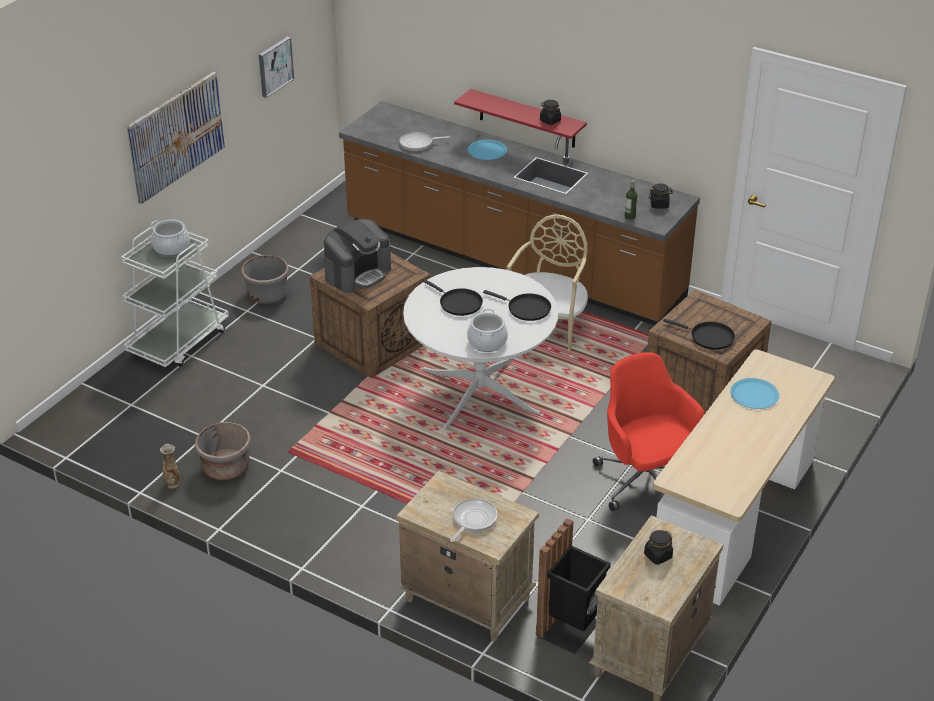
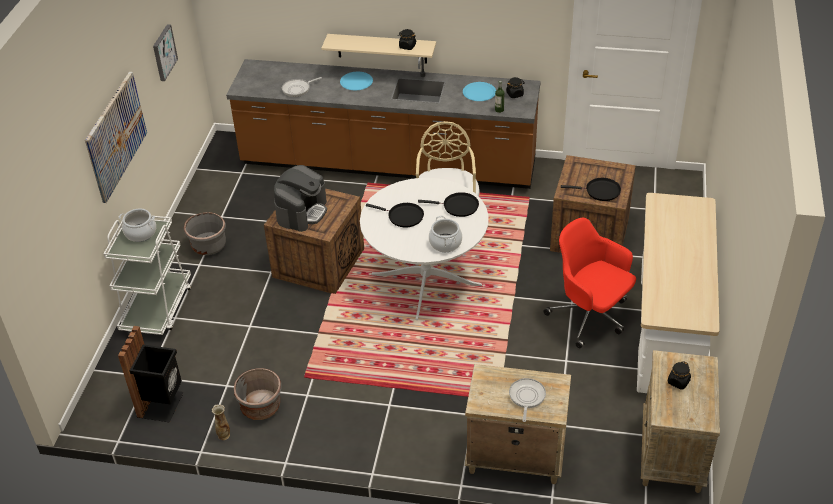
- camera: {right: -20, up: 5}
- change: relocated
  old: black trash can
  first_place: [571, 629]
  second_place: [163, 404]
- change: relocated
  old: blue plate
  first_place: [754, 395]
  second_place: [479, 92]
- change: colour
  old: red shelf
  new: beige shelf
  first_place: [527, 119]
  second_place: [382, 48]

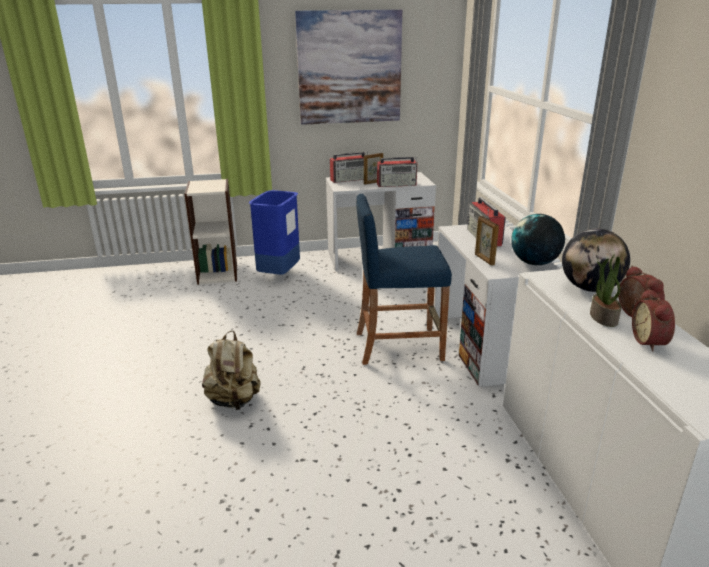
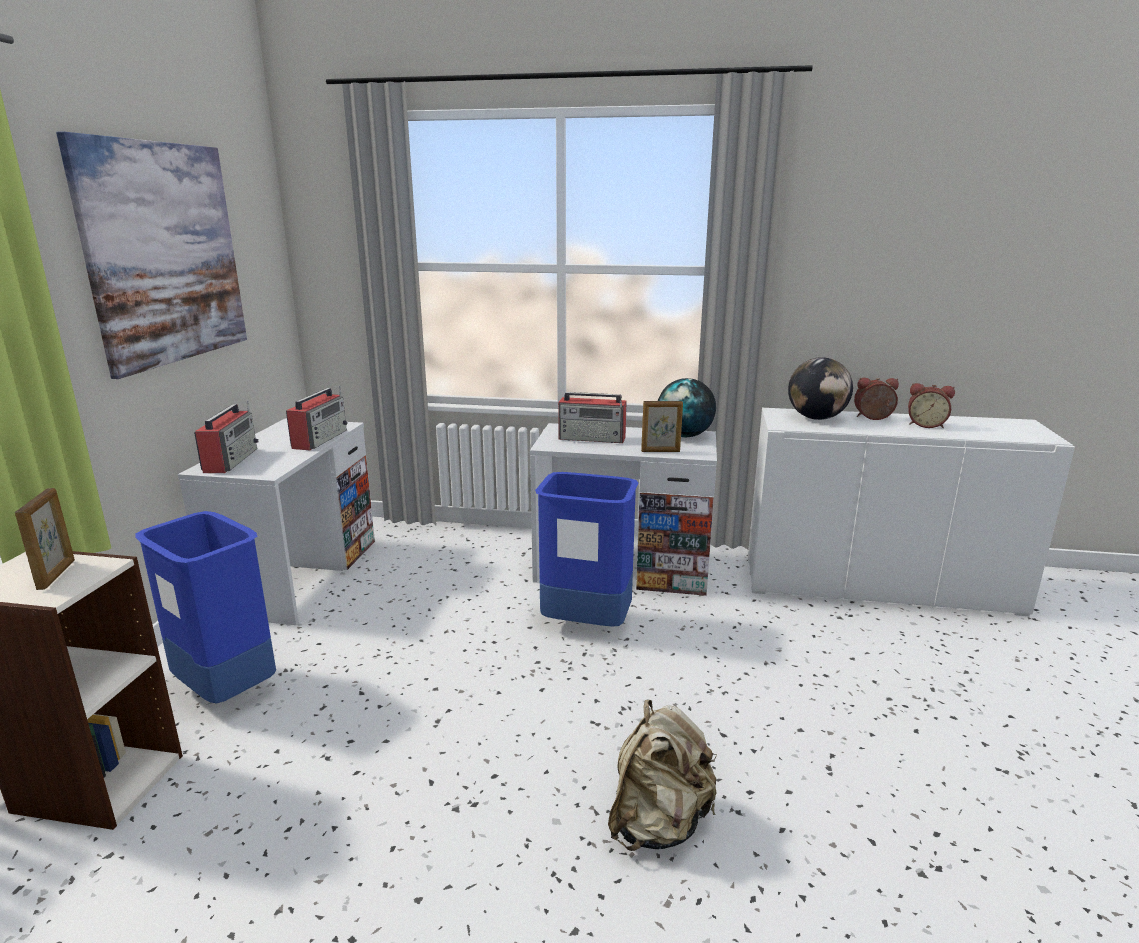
- camera: {right: -70, up: -5}
- change: missing
  old: potted plant
  first_place: [602, 317]
- change: relocated
  old: picture frame
  first_place: [373, 182]
  second_place: [57, 574]
- change: exchanged
  old: blue stool
  new: blue trash can
  first_place: [398, 346]
  second_place: [585, 625]

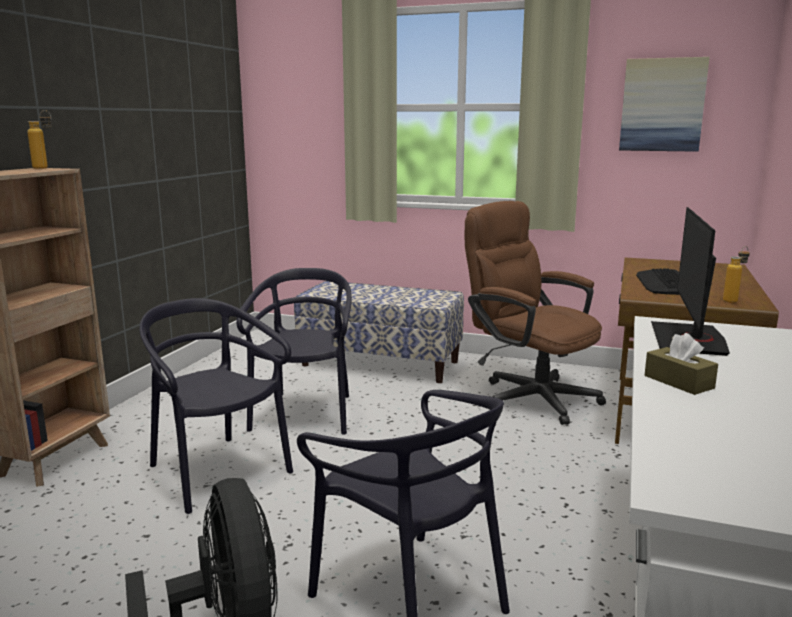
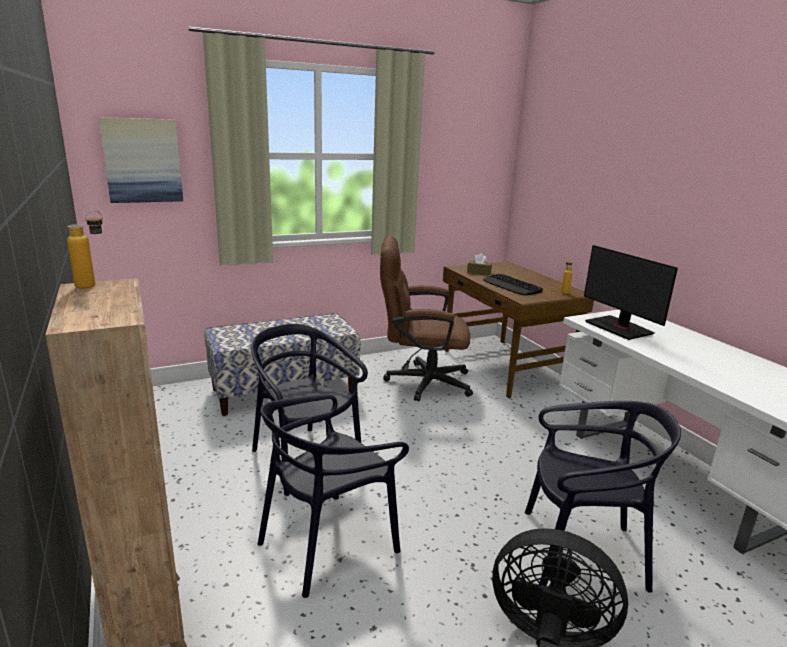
- camera: {right: -45, up: 5}
- change: relocated
  old: picture
  first_place: [662, 105]
  second_place: [142, 160]
- change: relocated
  old: brown tissue box
  first_place: [678, 382]
  second_place: [479, 272]
- change: spun
  old: black chair
  first_place: [217, 472]
  second_place: [327, 543]
  degrees: -45

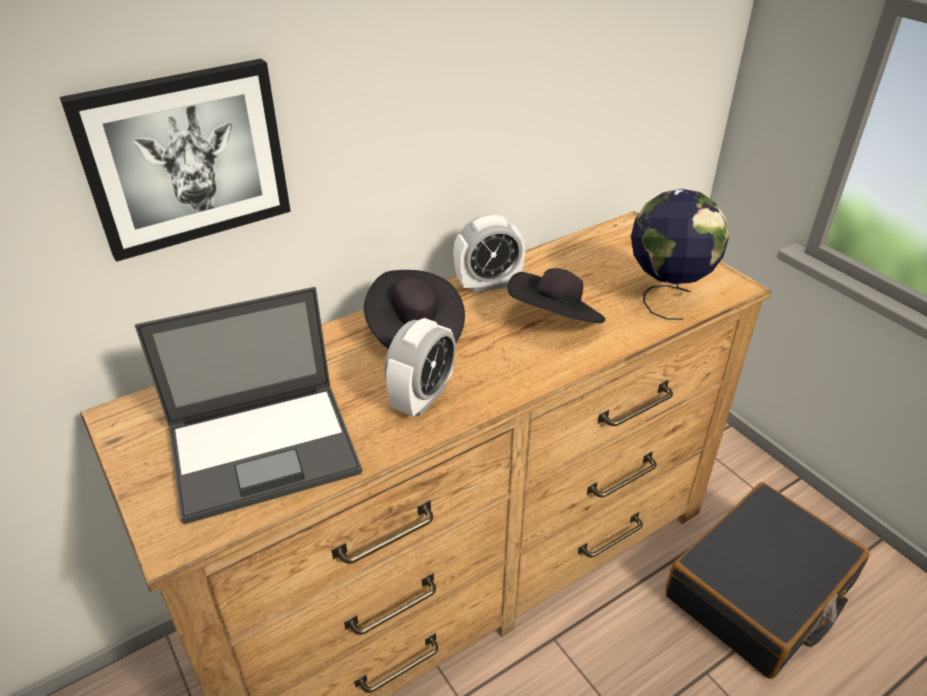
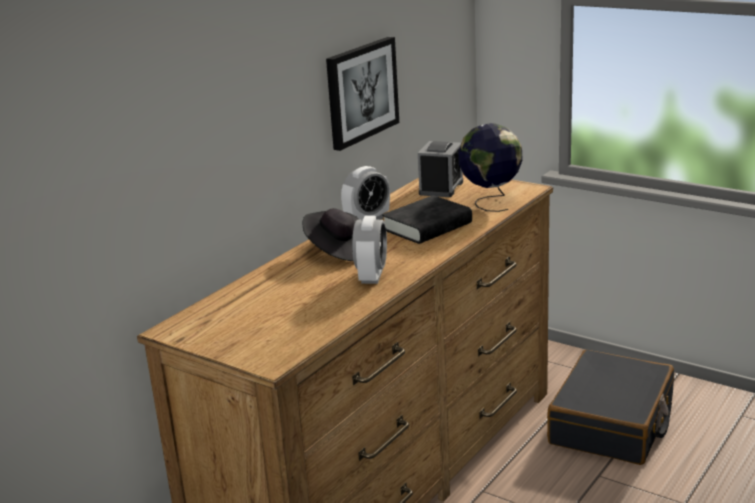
- camera: {right: -20, up: -15}
- change: missing
  old: laptop
  first_place: [265, 448]
- change: appeared
  new: alarm clock
  second_place: [441, 188]
- change: relocated
  old: picture
  first_place: [185, 158]
  second_place: [361, 92]
- change: exchanged
  old: black hat
  new: black book
  first_place: [555, 321]
  second_place: [427, 227]

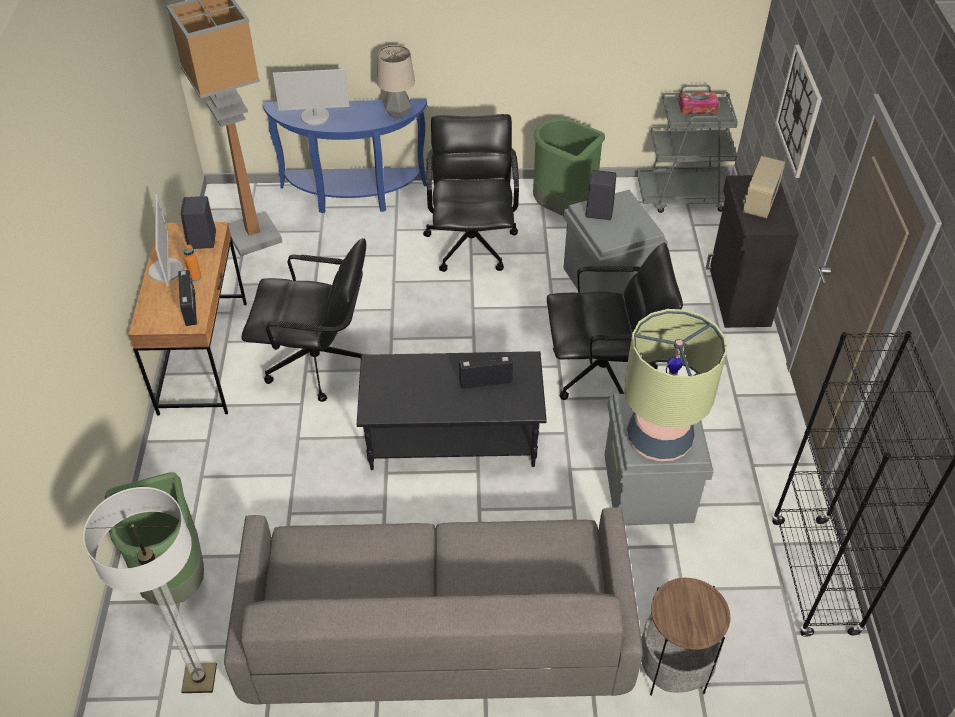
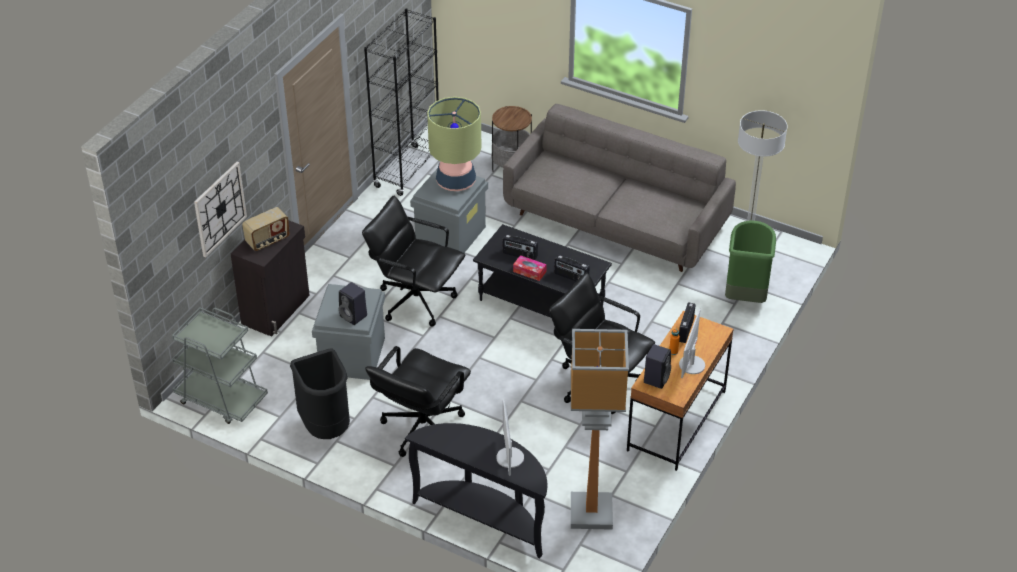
- camera: {right: -150, up: -5}
- change: missing
  old: table lamp
  first_place: [398, 114]
- change: appeared
  new: radio
  second_place: [571, 277]
- change: relocated
  old: tissue box
  first_place: [697, 108]
  second_place: [529, 271]
- change: colour
  old: blue console table
  new: black console table
  first_place: [353, 197]
  second_place: [485, 517]
- change: colour
  old: green trash can
  new: black trash can
  first_place: [562, 210]
  second_place: [326, 427]
- change: spun
  old: monitor
  first_place: [315, 117]
  second_place: [509, 458]
  degrees: -120

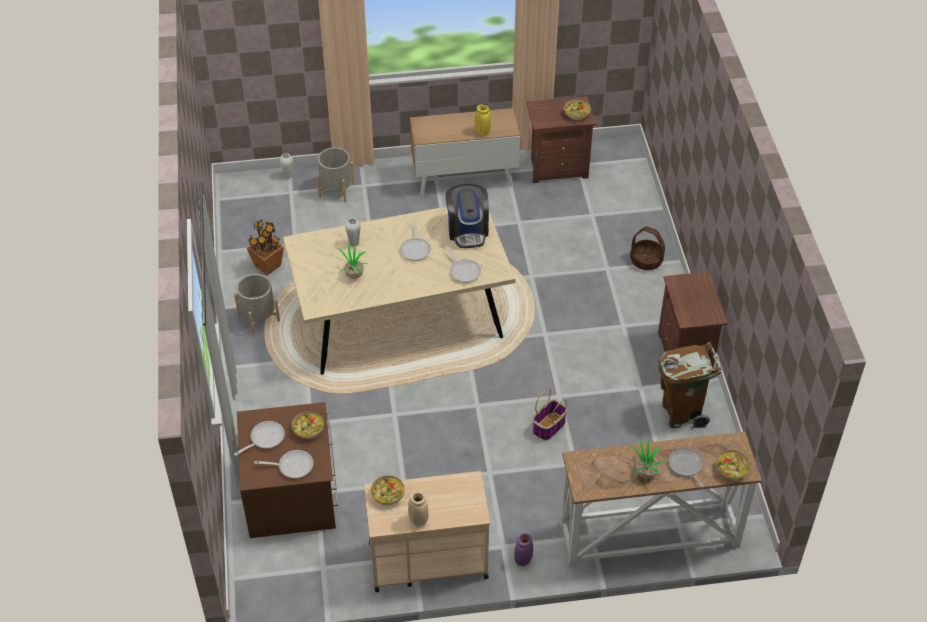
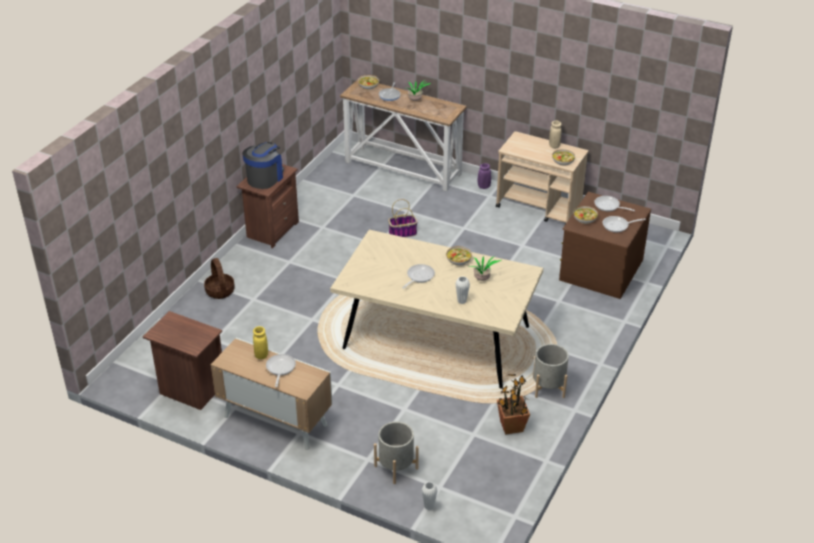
- camera: {right: -145, up: -10}
- change: missing
  old: brown trash can
  first_place: [681, 413]
- change: relocated
  old: coffee machine
  first_place: [467, 230]
  second_place: [265, 178]
- change: relocated
  old: frying pan
  first_place: [463, 271]
  second_place: [280, 369]
- change: relocated
  old: bowl
  first_place: [577, 114]
  second_place: [458, 260]

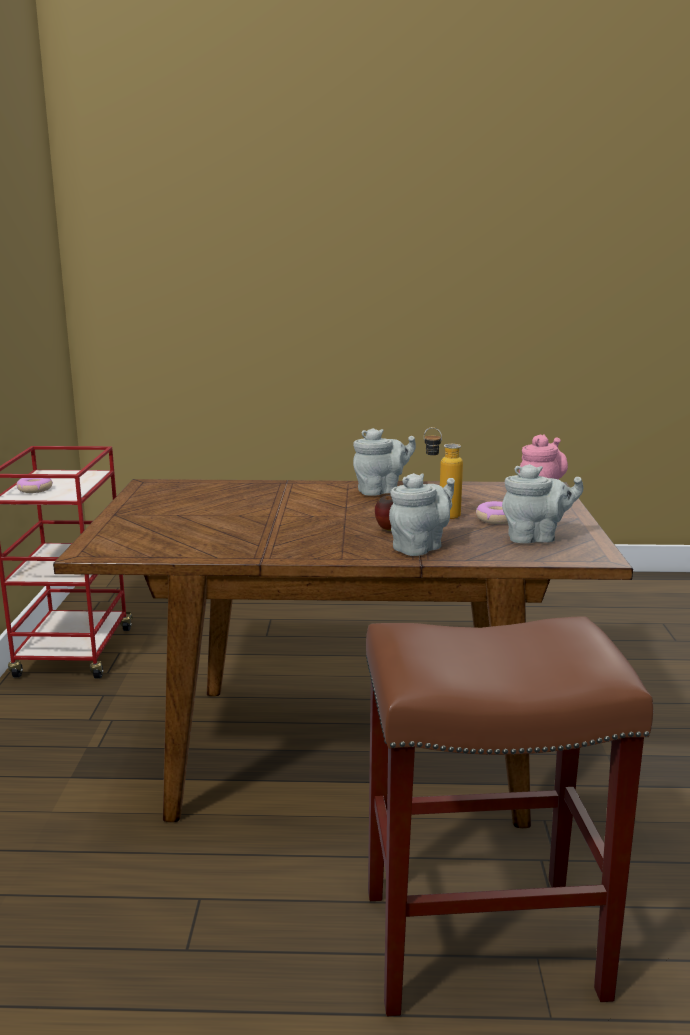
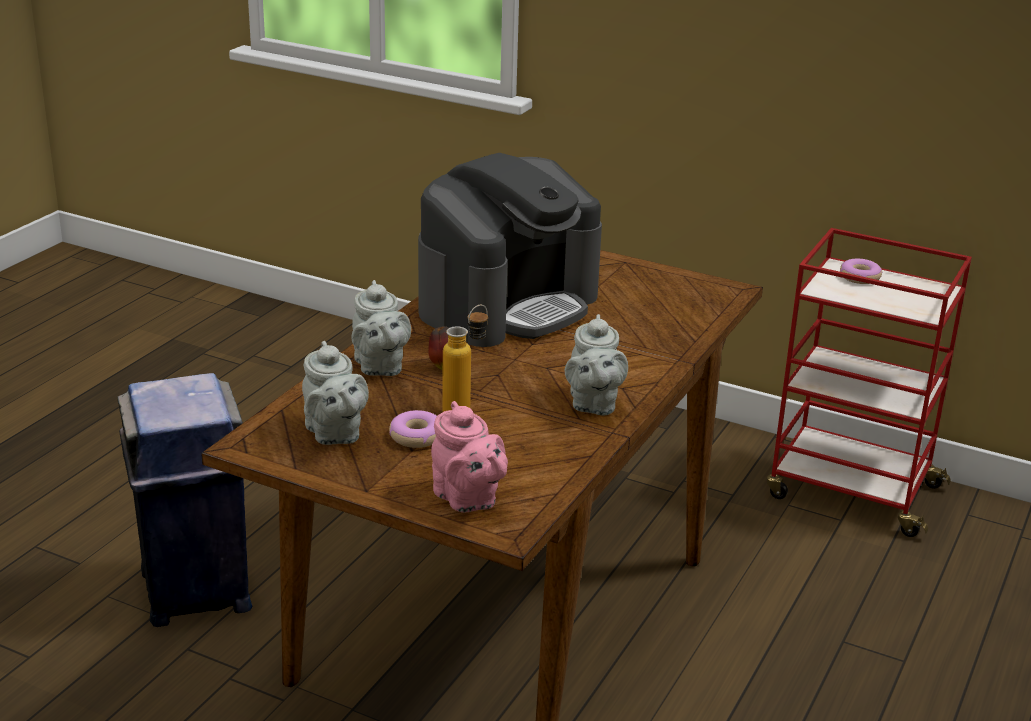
- camera: {right: 115, up: 10}
- change: appeared
  new: coffee machine
  second_place: [508, 304]
- change: exchanged
  old: brown stool
  new: blue trash can
  first_place: [478, 944]
  second_place: [196, 592]
- change: spun
  old: grey teapot
  first_place: [535, 538]
  second_place: [334, 434]
  degrees: -45

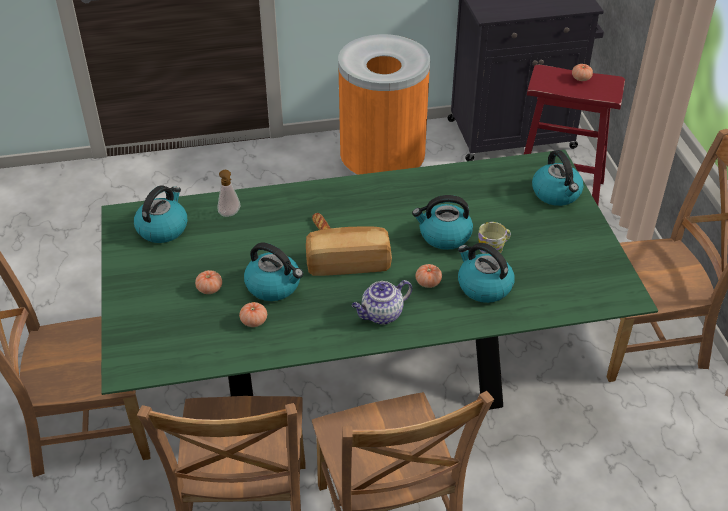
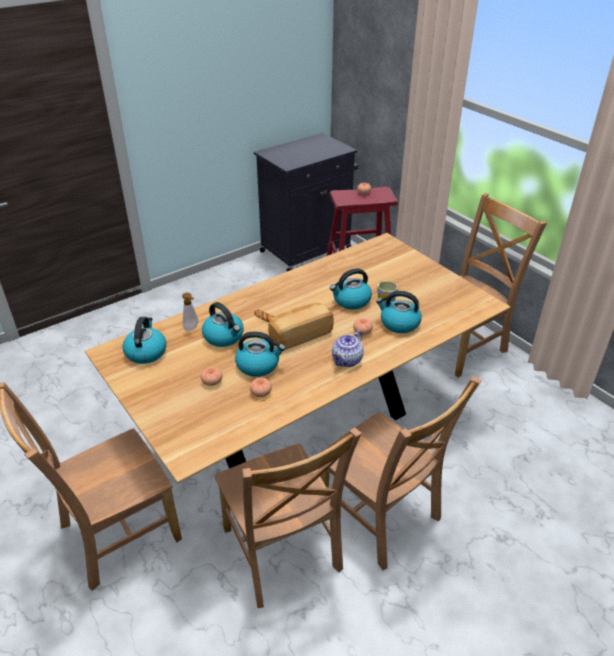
- camera: {right: -25, up: -5}
- change: missing
  old: orange trash can
  first_place: [382, 167]
- change: relocated
  old: kettle
  first_place: [556, 194]
  second_place: [224, 337]
- change: colour
  old: green dining table
  new: brown dining table
  first_place: [363, 382]
  second_place: [306, 430]

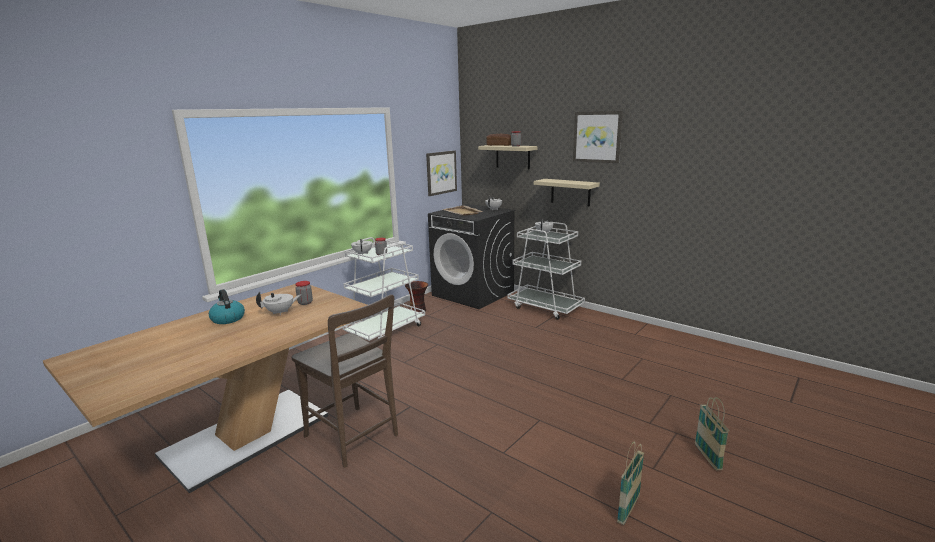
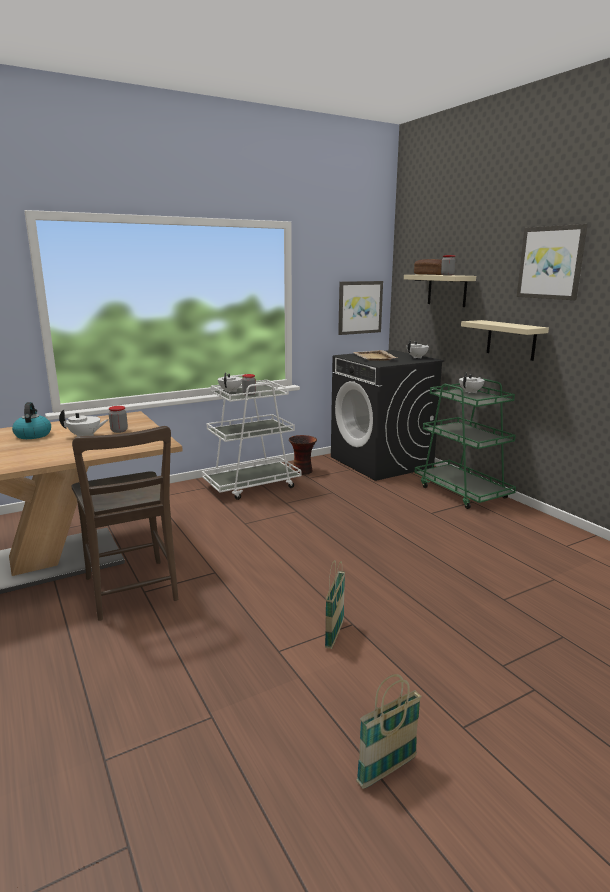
- camera: {right: 20, up: 0}
- change: relocated
  old: basket
  first_place: [707, 457]
  second_place: [334, 634]
- change: colour
  old: white cart
  new: green cart
  first_place: [545, 307]
  second_place: [462, 492]

